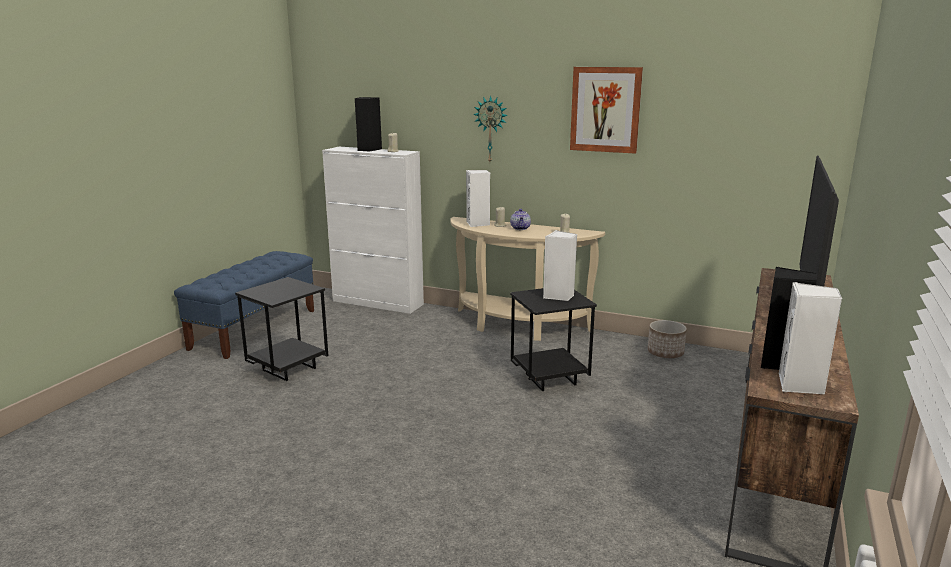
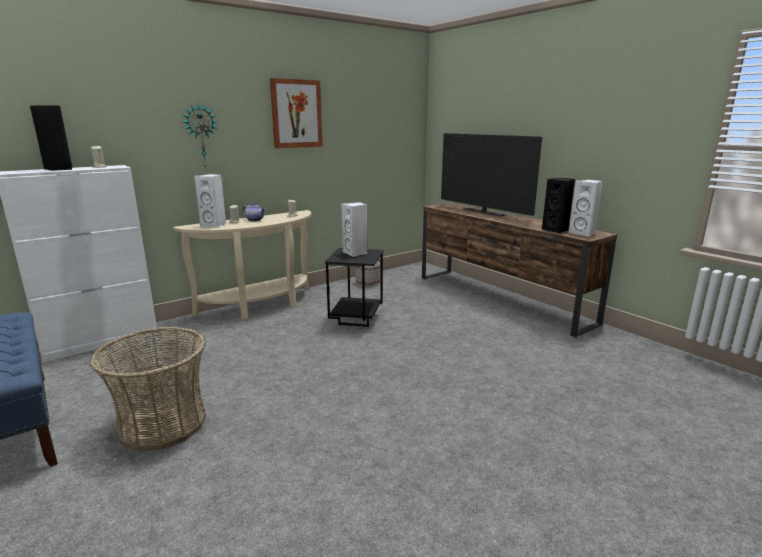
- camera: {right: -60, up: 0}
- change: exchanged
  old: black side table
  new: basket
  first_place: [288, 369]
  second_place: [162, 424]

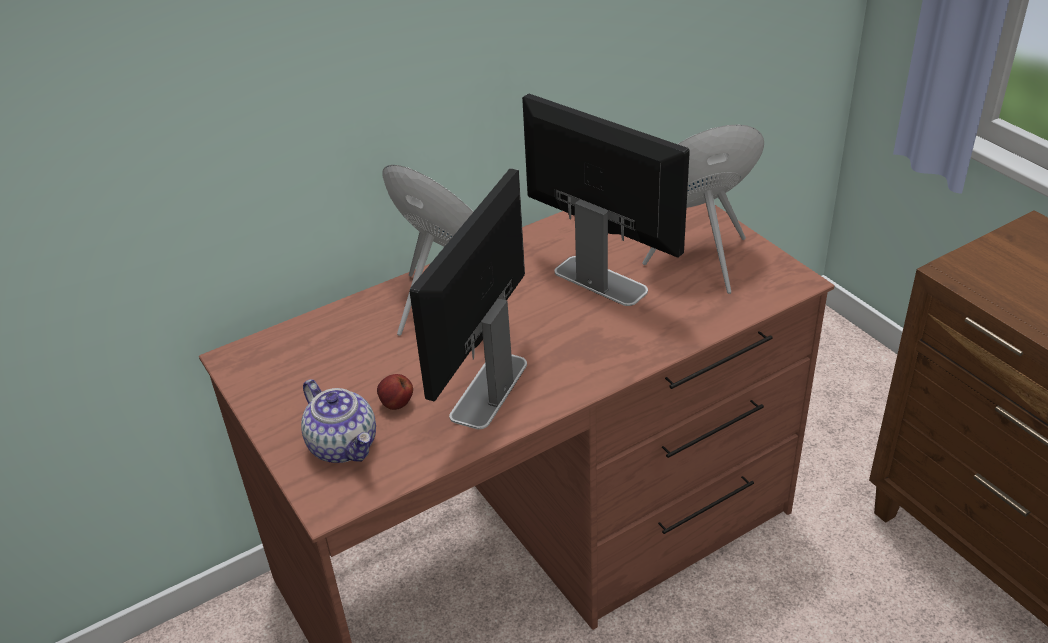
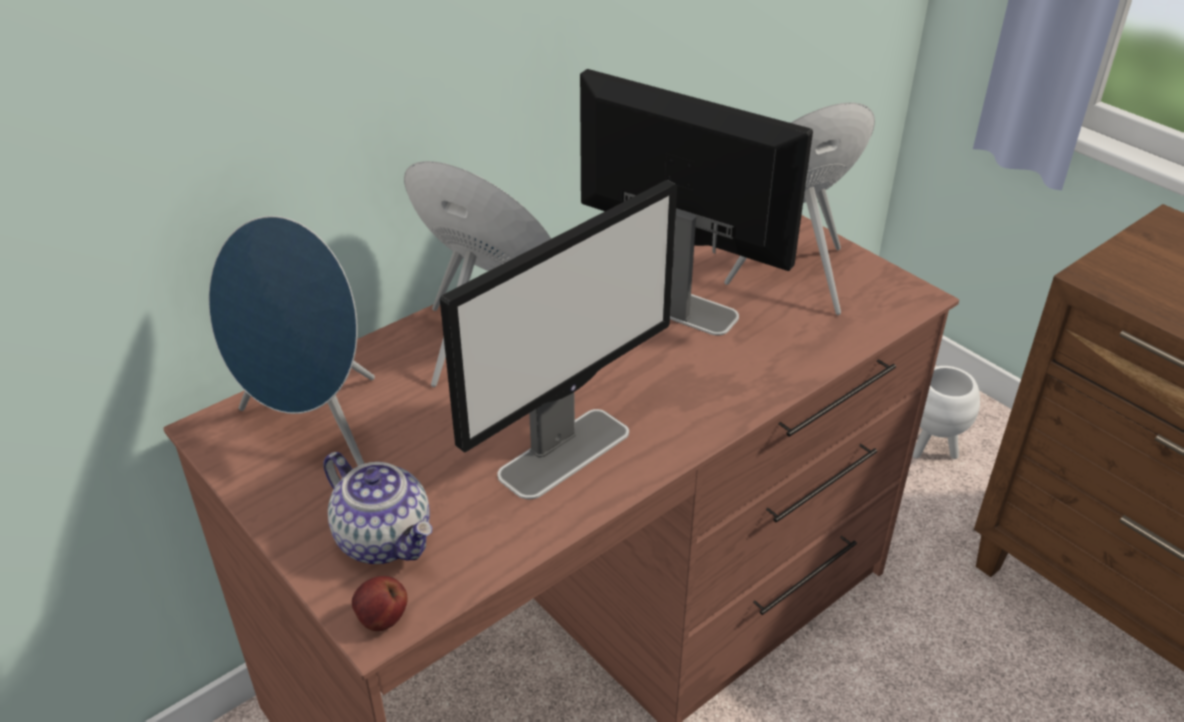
- camera: {right: -10, up: 0}
- change: appeared
  new: blue speaker
  second_place: [313, 428]
- change: appeared
  new: white planter
  second_place: [932, 449]
- change: relocated
  old: apple
  first_place: [396, 404]
  second_place: [382, 620]
- change: spun
  old: monitor
  first_place: [488, 390]
  second_place: [565, 452]
  degrees: -150

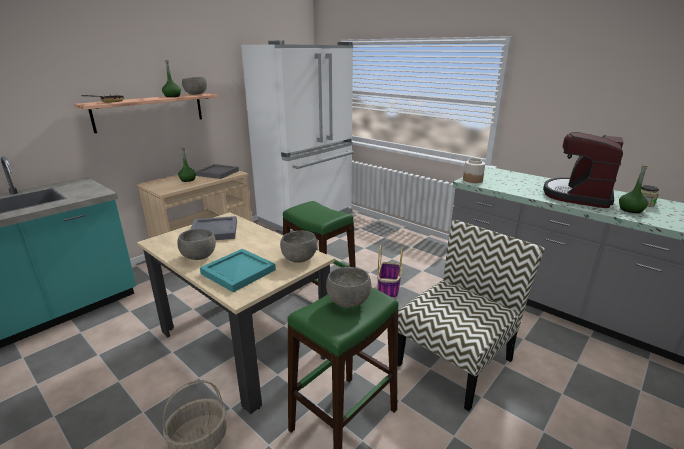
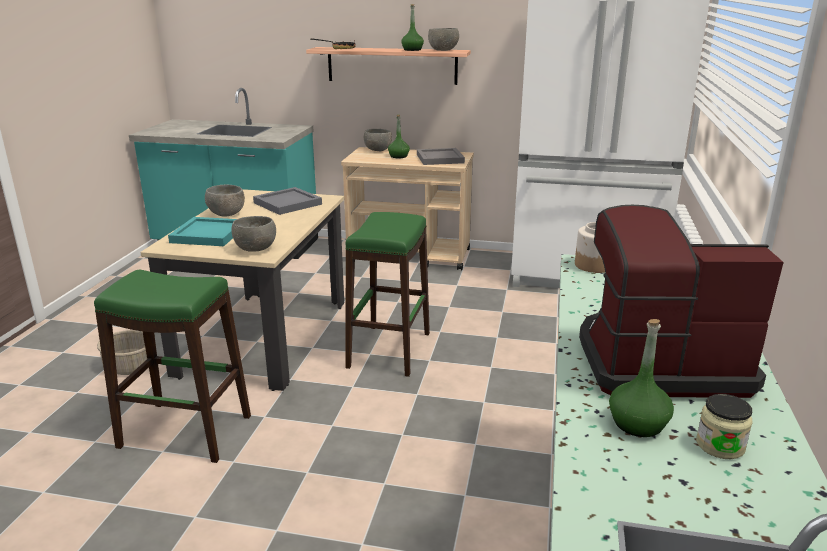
- camera: {right: 60, up: 0}
- change: missing
  old: basket
  first_place: [388, 289]
- change: missing
  old: chair
  first_place: [455, 360]
- change: relocated
  old: grey bowl
  first_place: [349, 302]
  second_place: [378, 150]

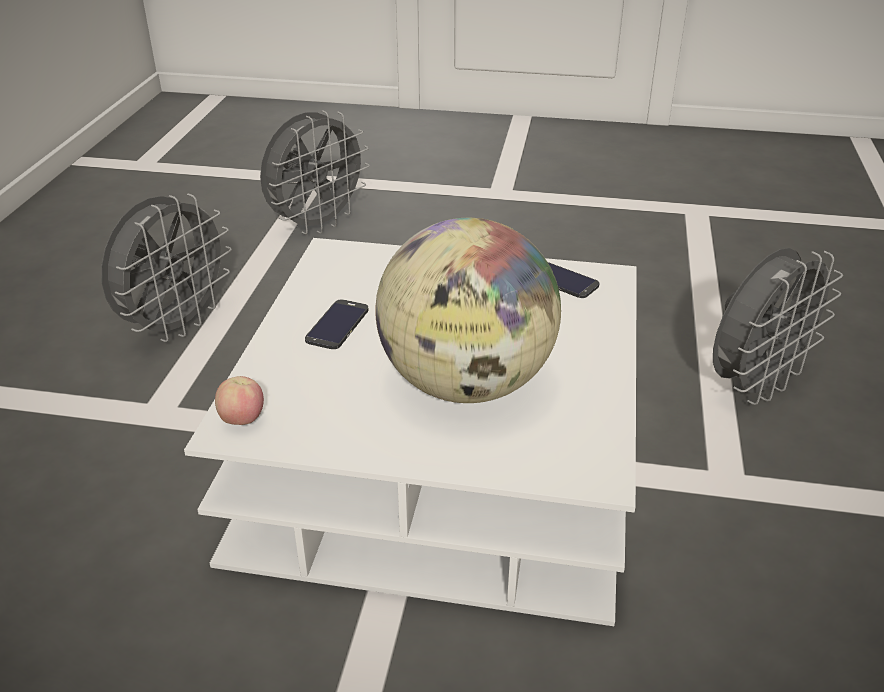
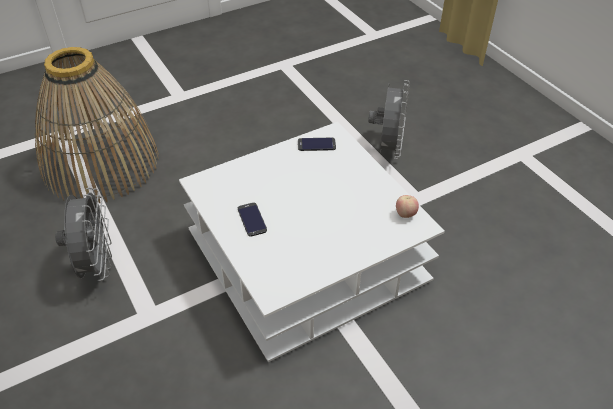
- camera: {right: -40, up: 10}
- change: missing
  old: globe
  first_place: [466, 384]
- change: relocated
  old: apple
  first_place: [242, 420]
  second_place: [405, 214]
- change: exchanged
  old: grey fan
  new: basket
  first_place: [317, 224]
  second_place: [100, 163]

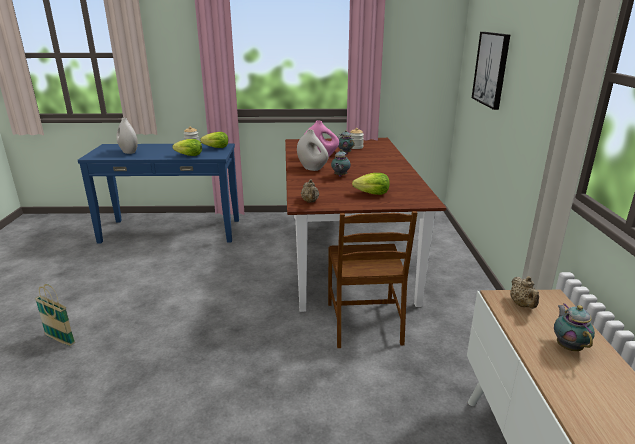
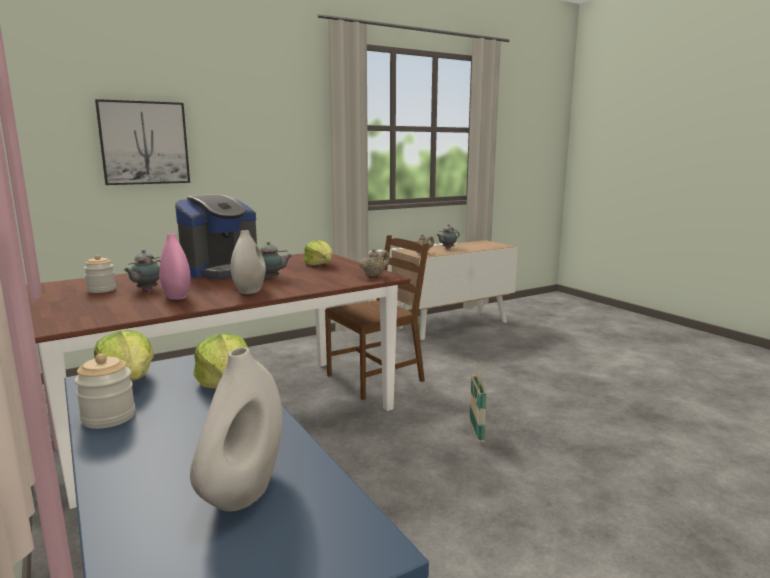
- camera: {right: -120, up: -10}
- change: appeared
  new: coffee machine
  second_place: [221, 270]
- change: relocated
  old: basket
  first_place: [60, 339]
  second_place: [476, 432]

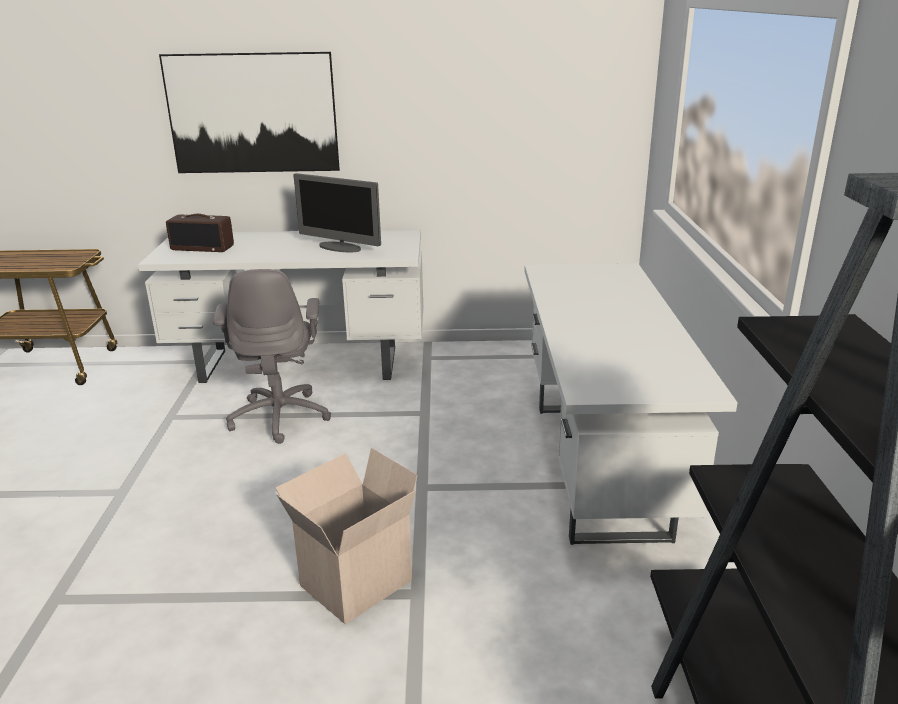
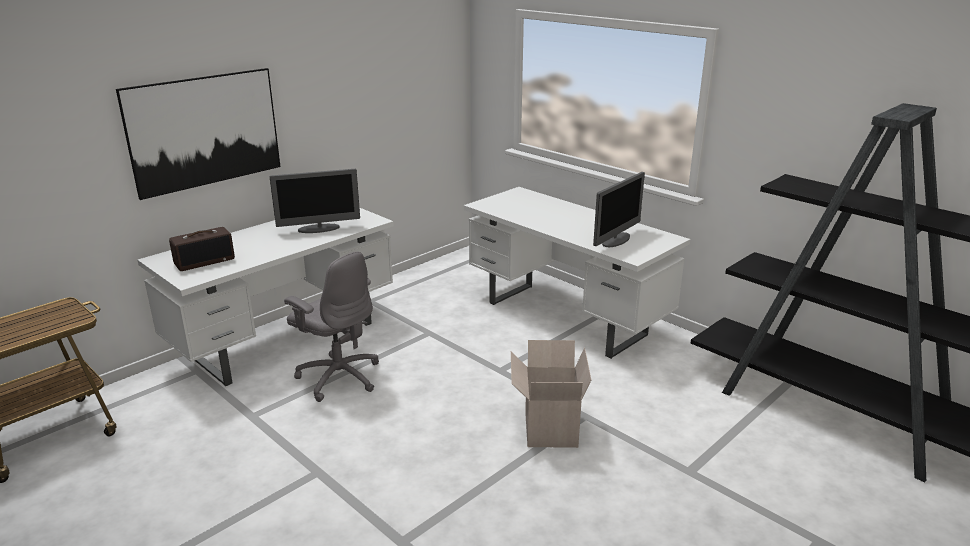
- camera: {right: -45, up: 0}
- change: appeared
  new: monitor
  second_place: [616, 240]

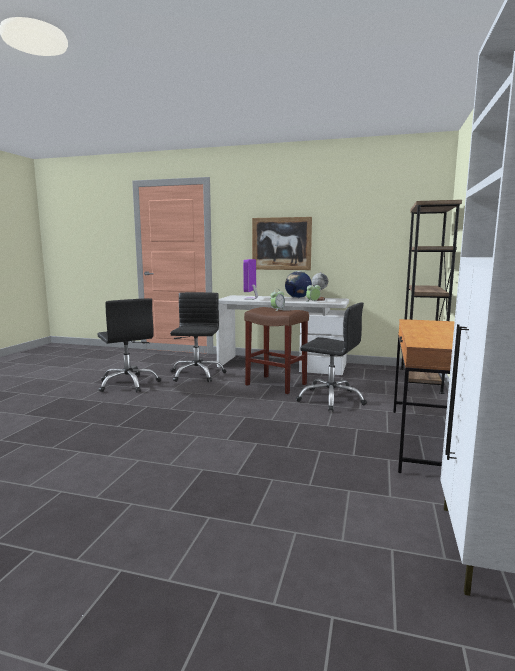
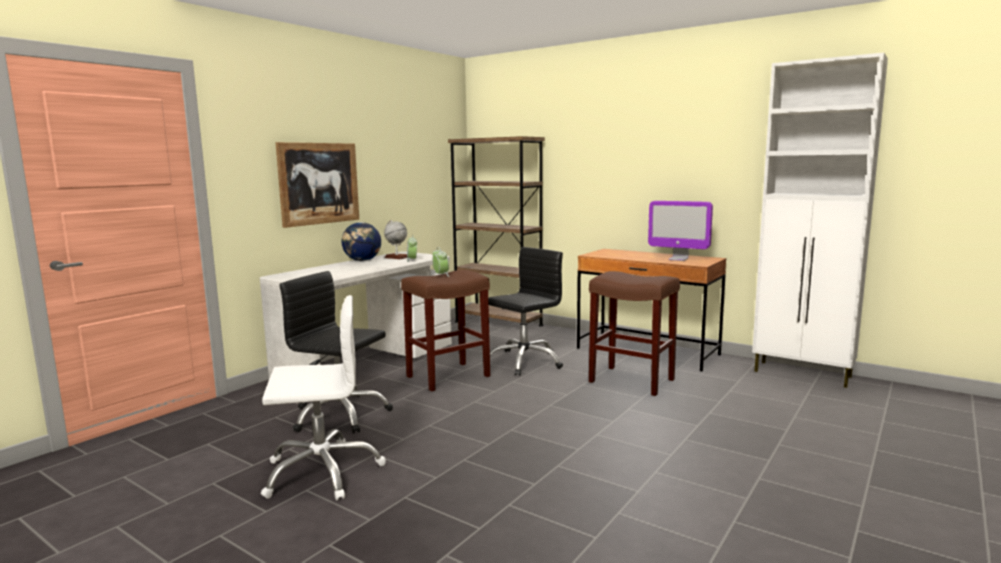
- camera: {right: -70, up: 0}
- change: appeared
  new: brown stool
  second_place: [630, 380]
- change: relocated
  old: monitor
  first_place: [251, 299]
  second_place: [678, 259]
- change: colour
  old: black office chair
  new: white office chair
  first_place: [128, 384]
  second_place: [322, 471]

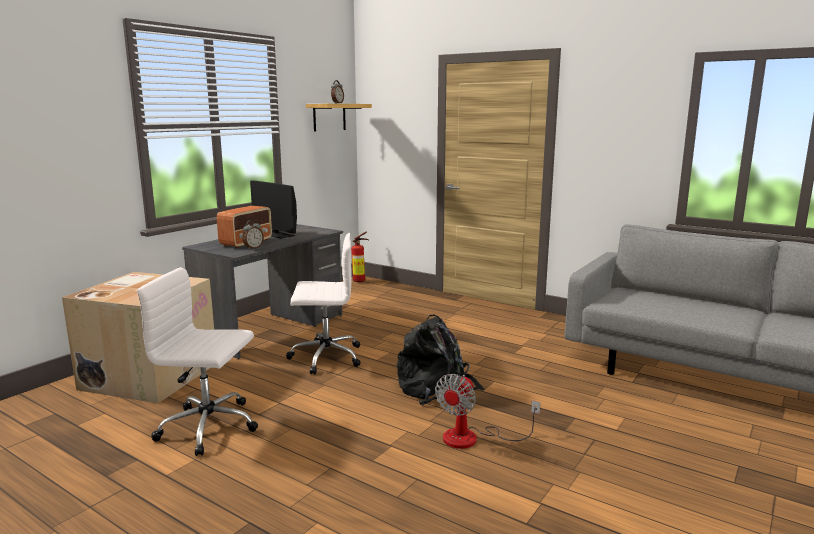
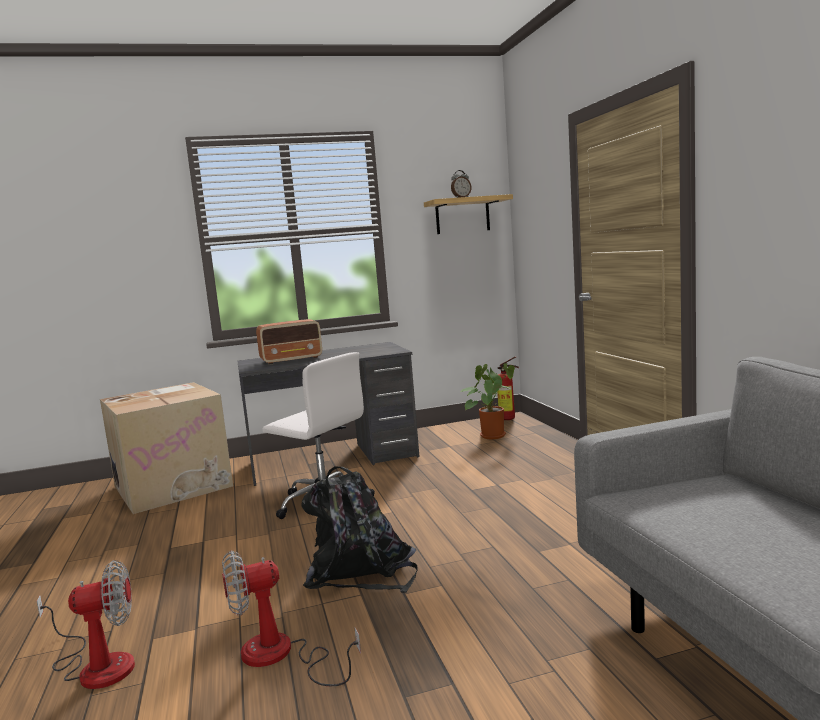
- camera: {right: 40, up: -5}
- change: missing
  old: white office chair
  first_place: [210, 427]
- change: missing
  old: alarm clock
  first_place: [253, 248]
- change: missing
  old: monitor
  first_place: [276, 234]
- change: appeared
  new: fan
  second_place: [97, 665]
- change: appeared
  new: potted plant
  second_place: [491, 435]

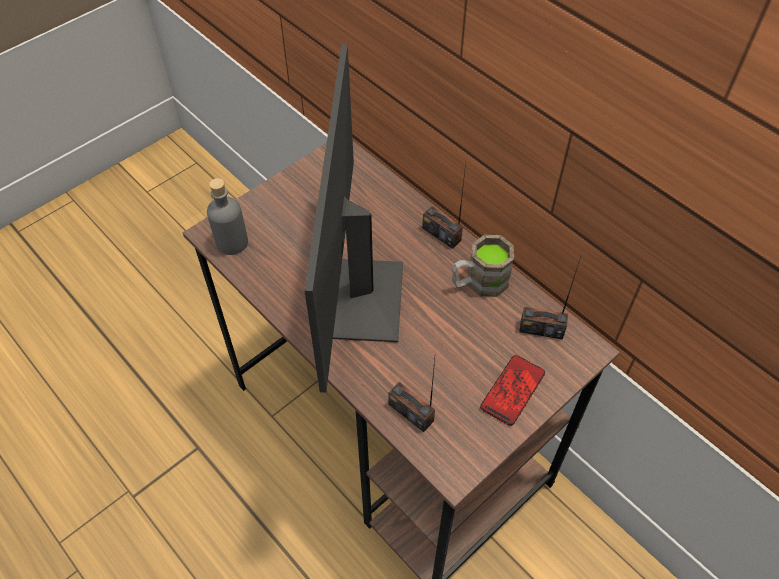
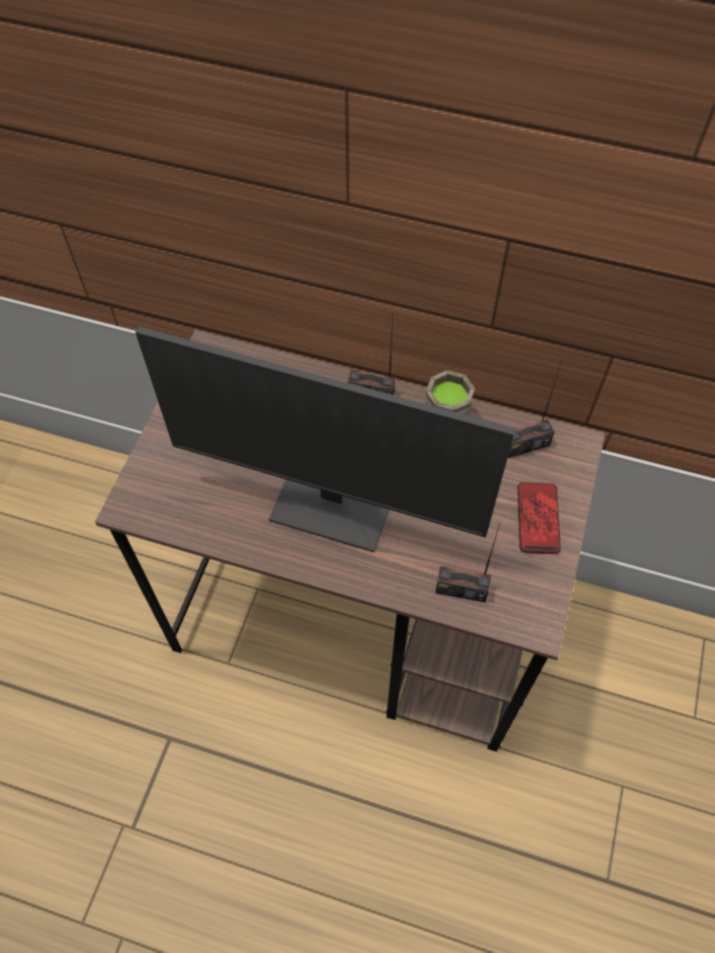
- camera: {right: -30, up: 5}
- change: missing
  old: grey bottle
  first_place: [232, 242]
- change: spun
  old: monitor
  first_place: [358, 300]
  second_place: [335, 502]
  degrees: -45

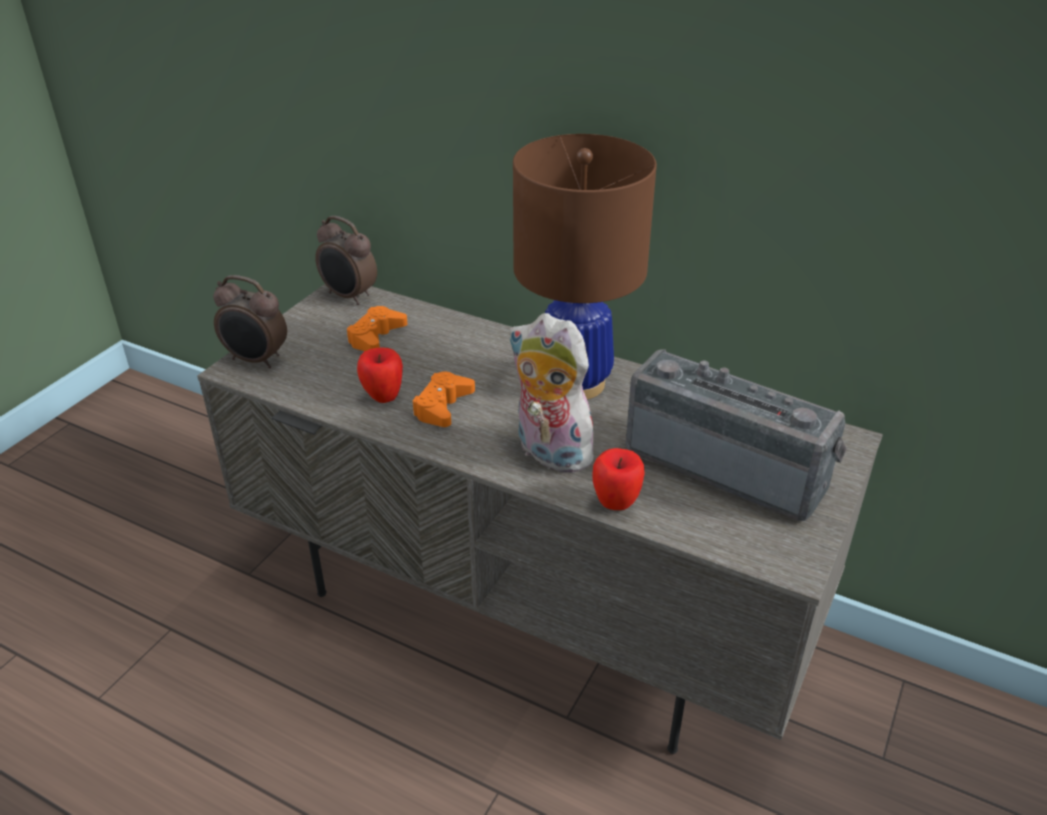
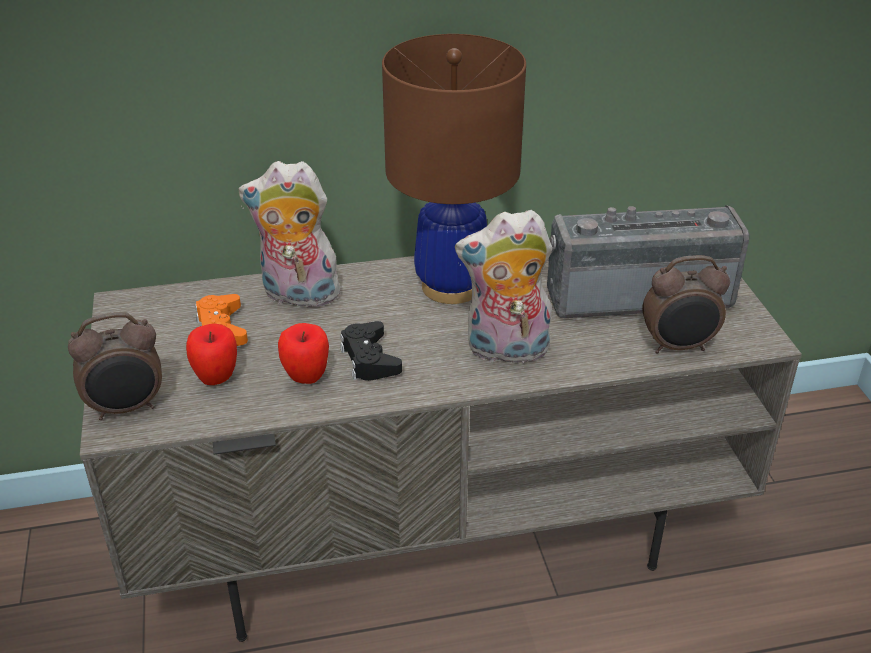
- camera: {right: -40, up: 0}
- change: appeared
  new: plush toy
  second_place: [297, 296]
- change: relocated
  old: alarm clock
  first_place: [349, 296]
  second_place: [678, 347]
- change: relocated
  old: apple
  first_place: [615, 504]
  second_place: [216, 379]
- change: colour
  old: orange game controller
  new: black game controller
  first_place: [442, 406]
  second_place: [369, 359]

